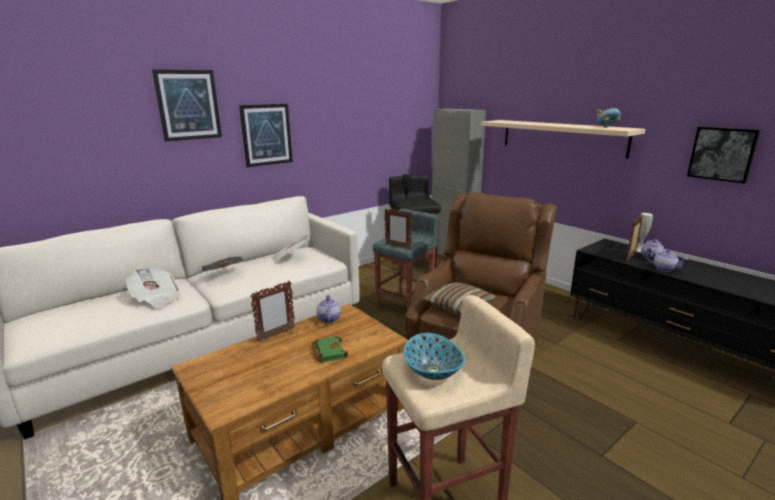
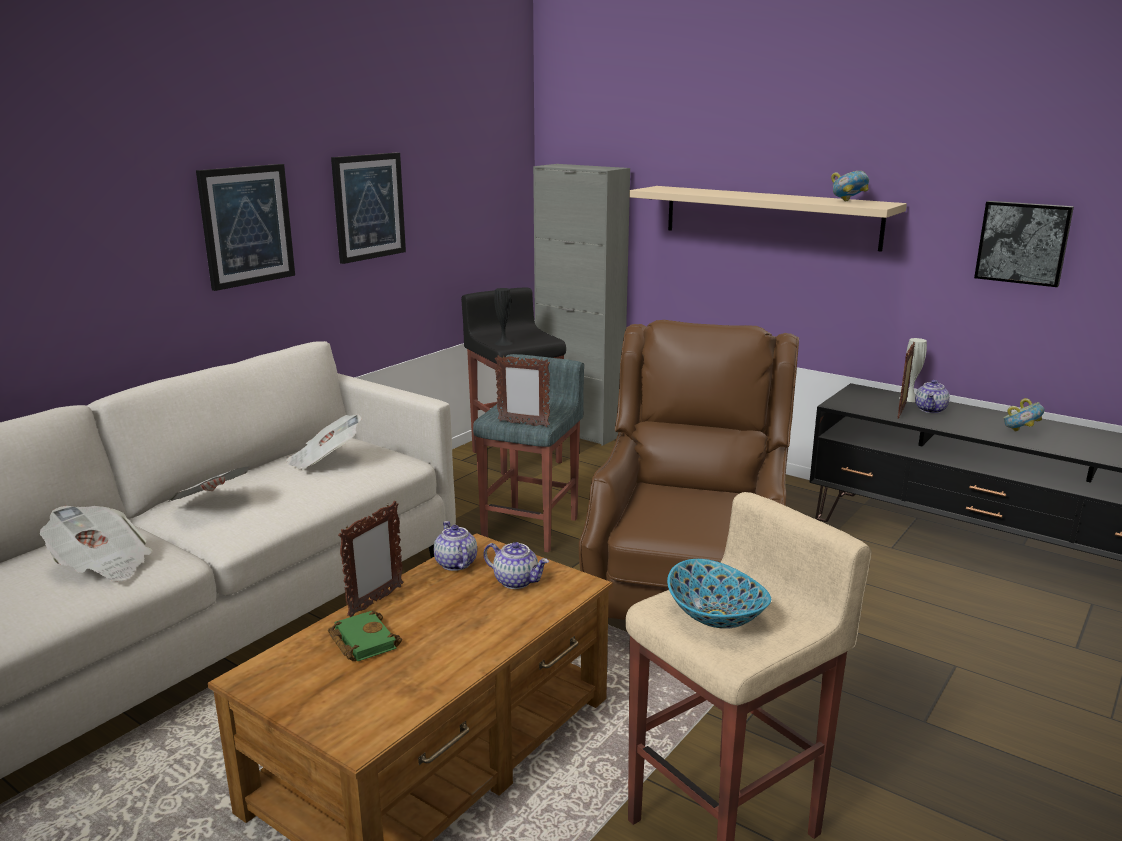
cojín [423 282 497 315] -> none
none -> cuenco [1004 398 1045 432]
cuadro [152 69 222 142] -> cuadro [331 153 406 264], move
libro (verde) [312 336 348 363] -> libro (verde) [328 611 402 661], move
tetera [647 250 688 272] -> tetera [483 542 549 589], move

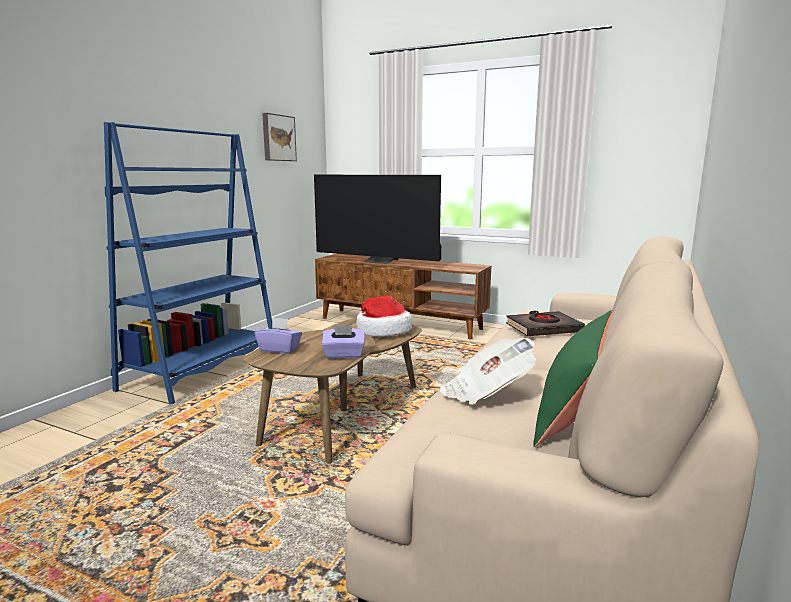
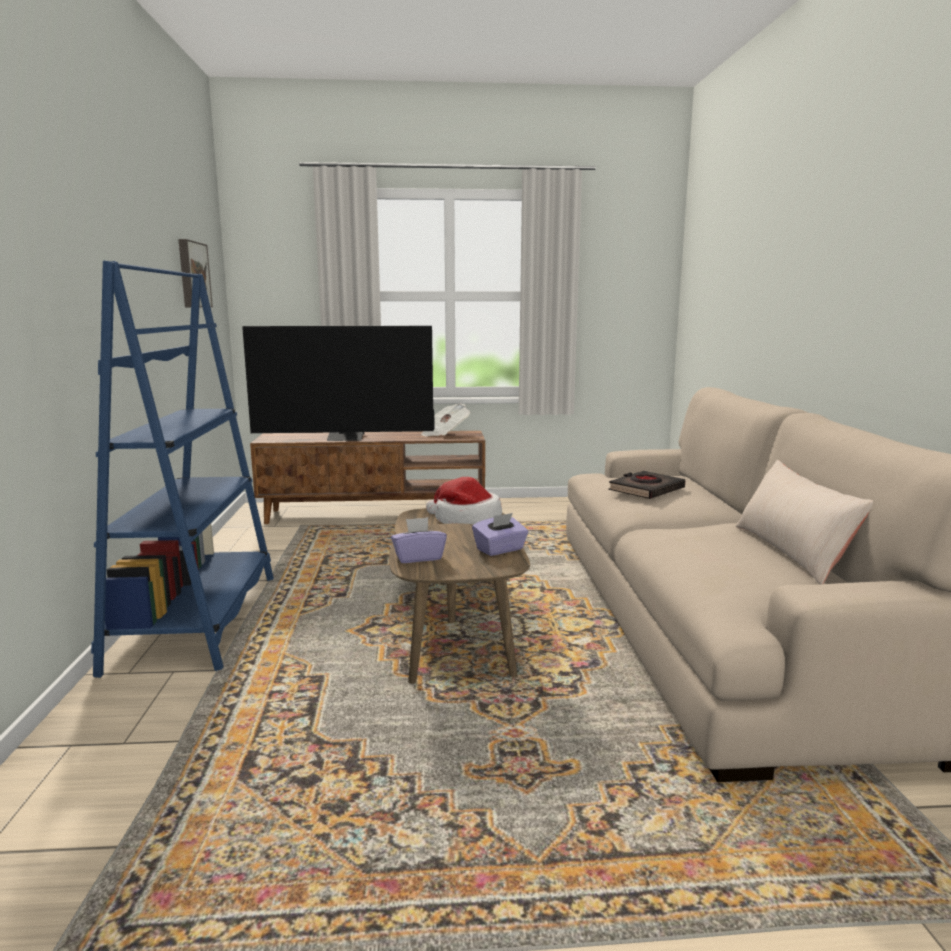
periódico [440 338 536 405] -> periódico [421 404 470 436], move
cojín (verde) [533 310 613 447] -> cojín (beis) [736 460 873 584]

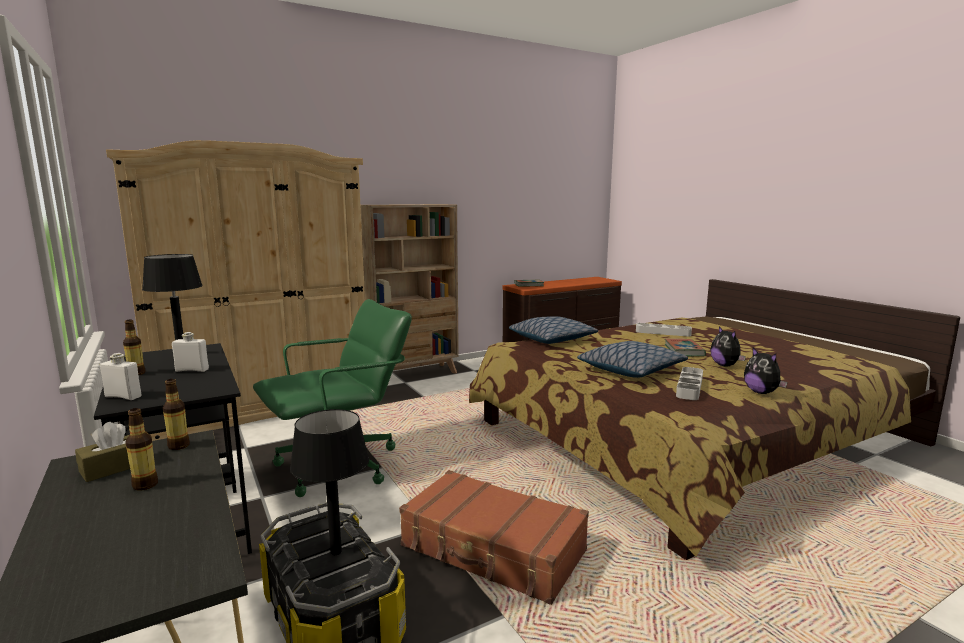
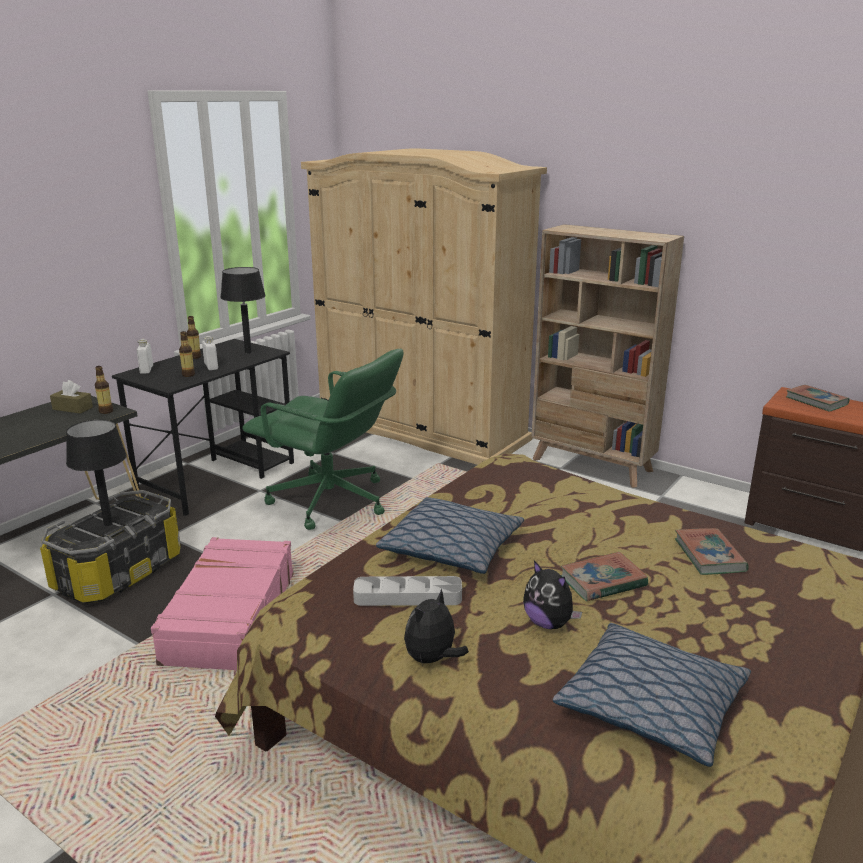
botella [126 408 158 490] -> botella [179 331 195 377], move
cojín [509 316 598 344] -> cojín [553 623 751 767], move
bandeja (gris) [636 323 692 337] -> libro [675 528 749 575]
maleta (marrón) [399 470 589 605] -> maleta (rosa) [151 537 294 670]
peluche [710 326 746 367] -> peluche [523 561 582 629], 90 degrees counterclockwise

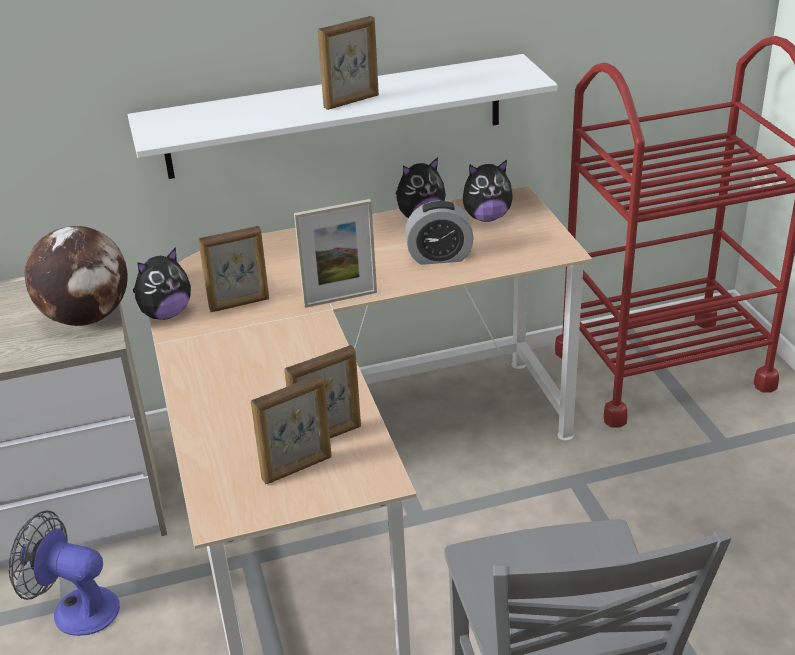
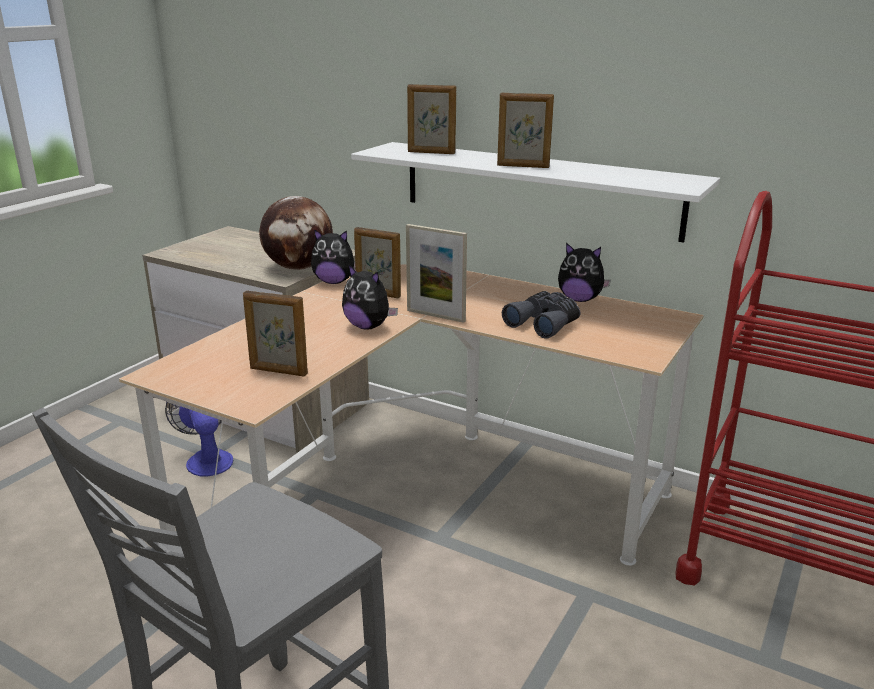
portarretratos [251 374 332 484] -> portarretratos [407 84 456 154], move
peluche [463 160 513 222] -> peluche [342 265 398 330], move
despertador [405 201 474 265] -> prismáticos (gris) [502 291 581 339]

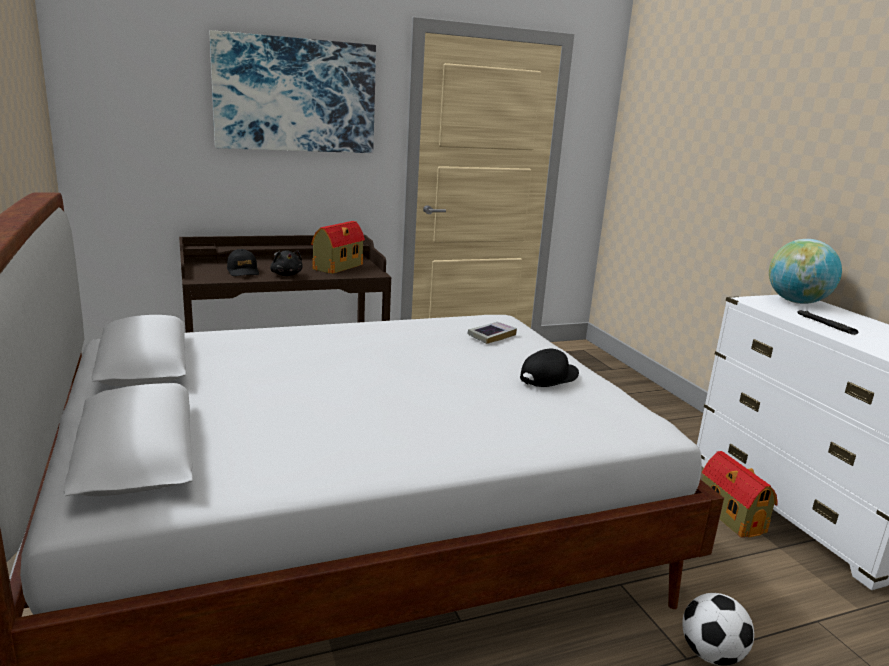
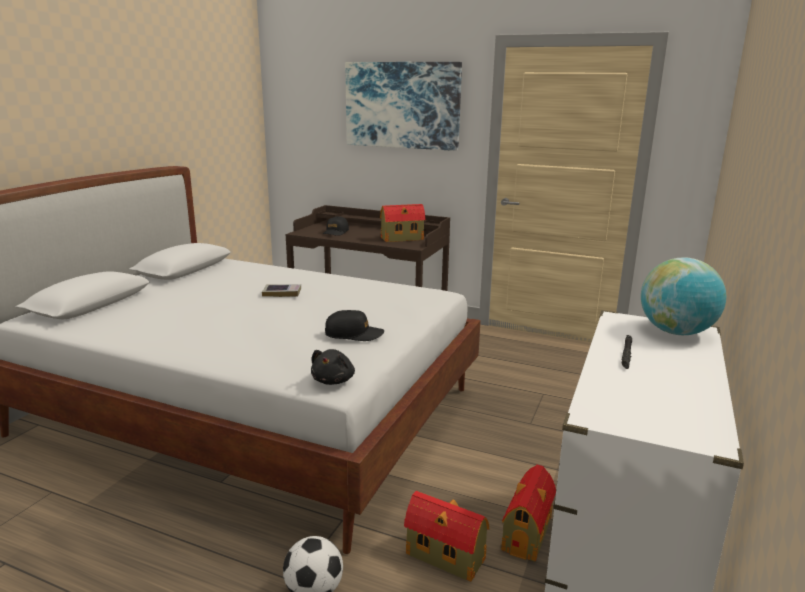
none -> casita [404 491 490 582]
peluche (negro) [270 250 303 276] -> peluche (negro) [311 349 355 385], move
libro [467 322 517 344] -> libro [262 284 301 297], move

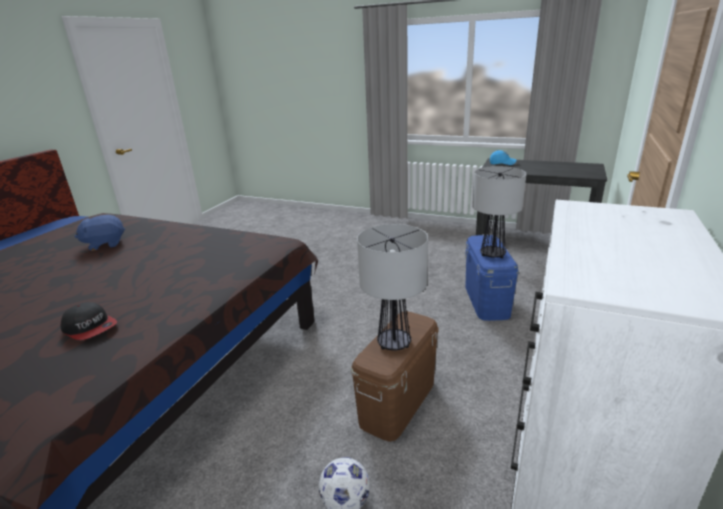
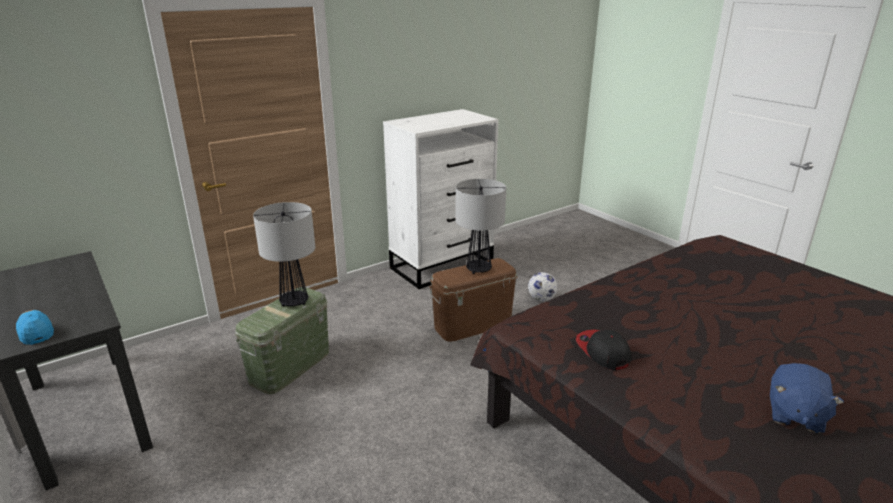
gorra [61 302 117 340] -> gorra [576 330 632 370], move
caja de almacenaje (azul) [465 235 519 321] -> caja de almacenaje (verde) [235 287 329 394]
peluche (azul) [75 215 125 251] -> peluche (azul) [770 363 844 433], 105 degrees clockwise

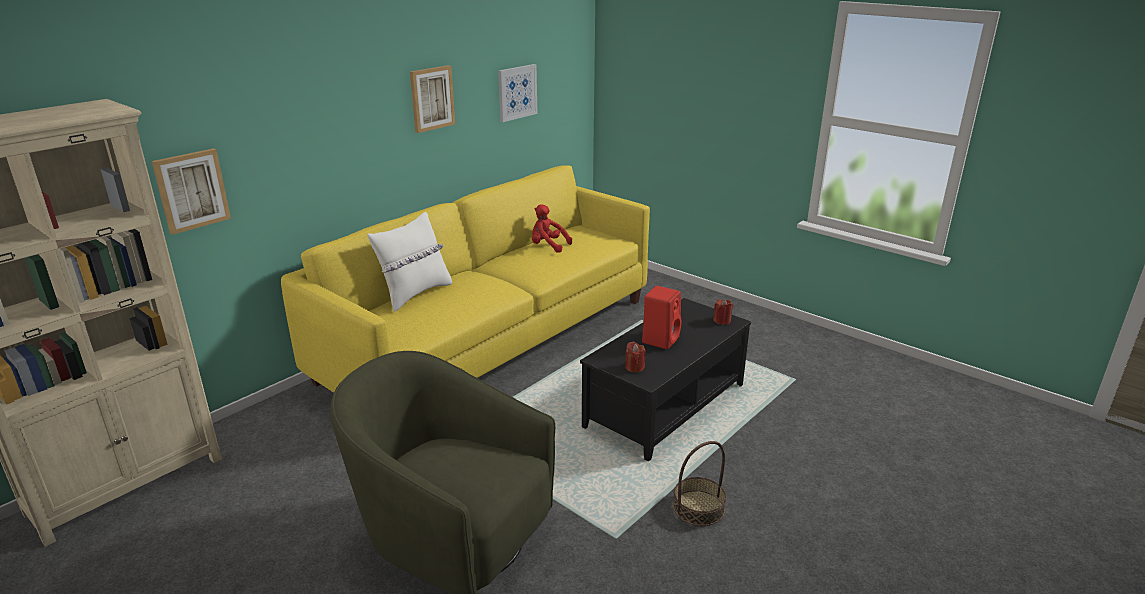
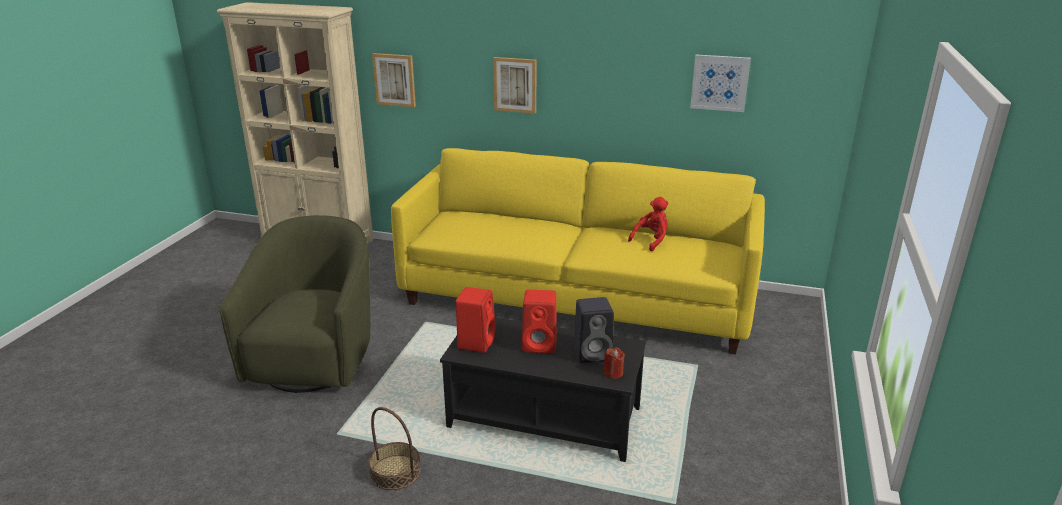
cojín (blanco) [368 212 452 312] -> none
none -> altavoz (negro) [574 297 614 363]
cuadro [410 65 455 133] -> cuadro [493 57 536 114], move
vela (rojo) [625 342 646 373] -> altavoz (rojo) [455 287 496 353]
peluche (rojo) [532 204 572 253] -> peluche (rojo) [628 197 668 251], 45 degrees clockwise

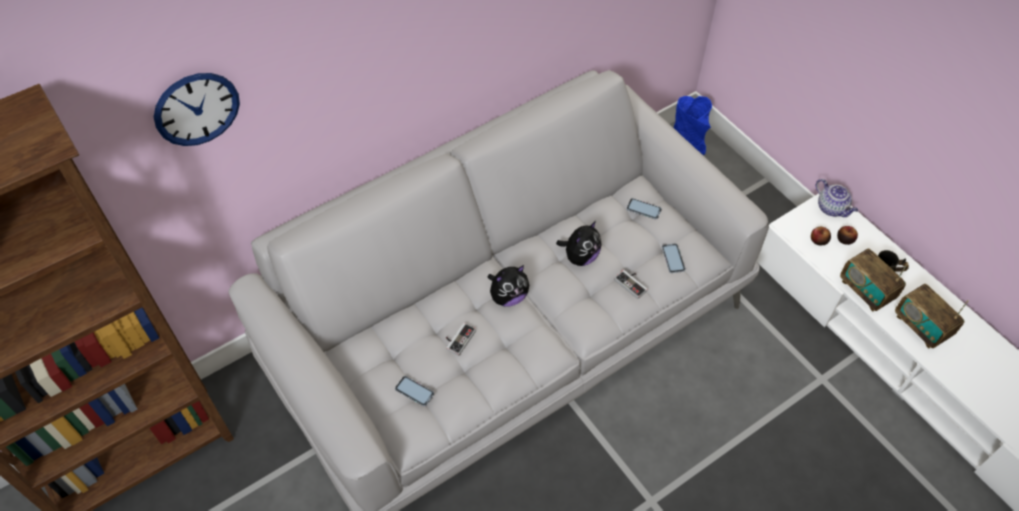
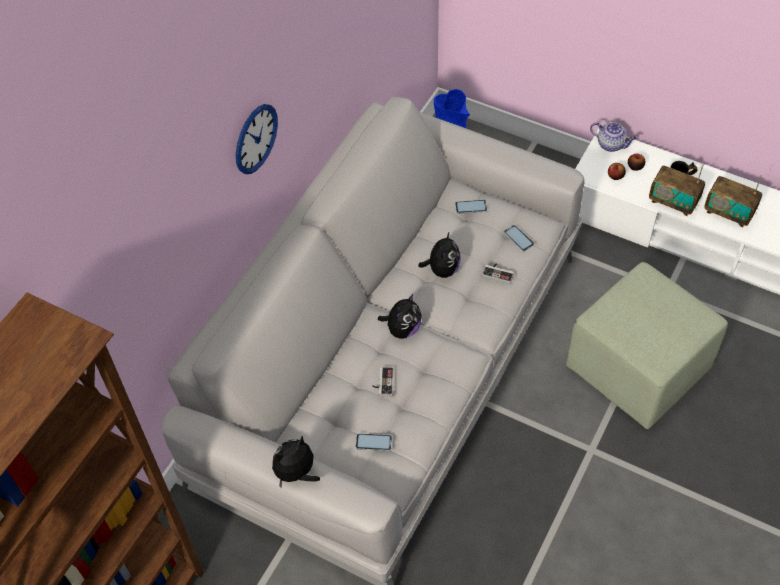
none -> peluche [272 436 320 489]
none -> puf (verde) [566 262 728 429]
reloj de pared [154 73 240 146] -> reloj de pared [236 104 278 174], move

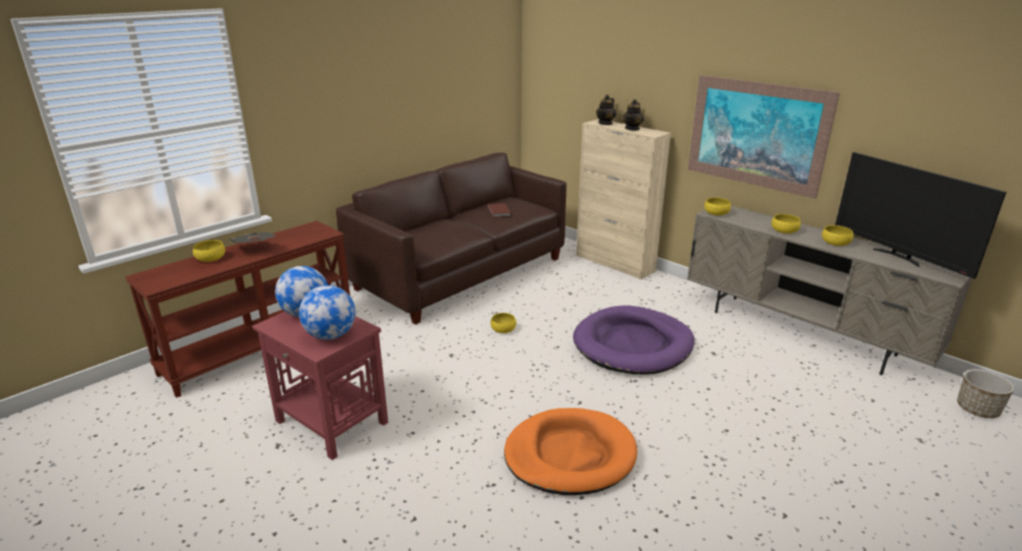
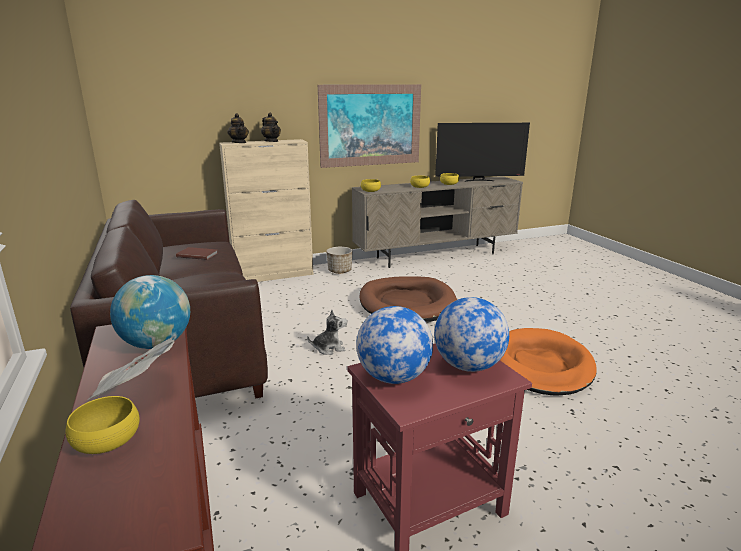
none -> globo terráqueo [110 275 190 349]
maceta [957 369 1014 418] -> maceta [326 247 353 274], move
cuenco (amarillo) [491 313 516 333] -> peluche [307 310 347 355]
cama para perro (morado) [573 305 695 374] -> cama para perro (marrón) [360 276 457 322]

